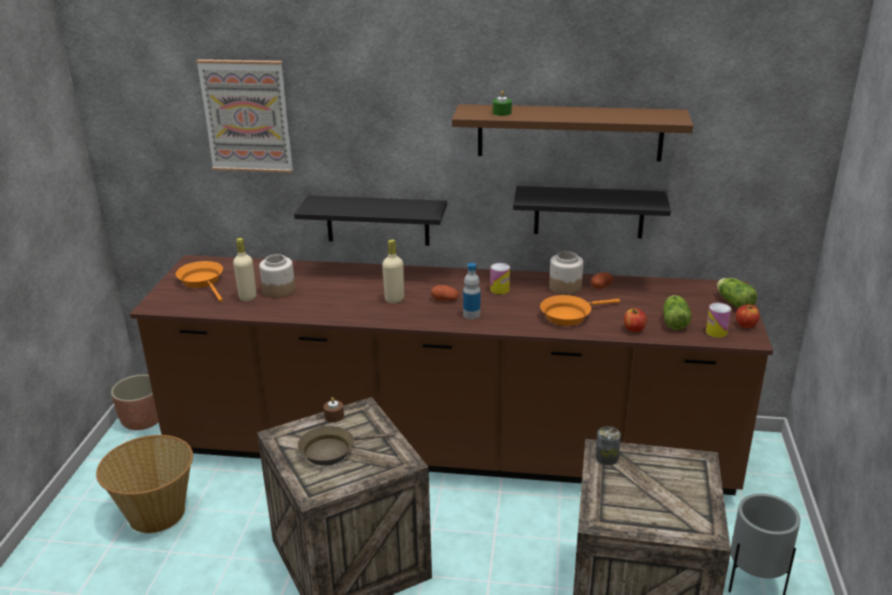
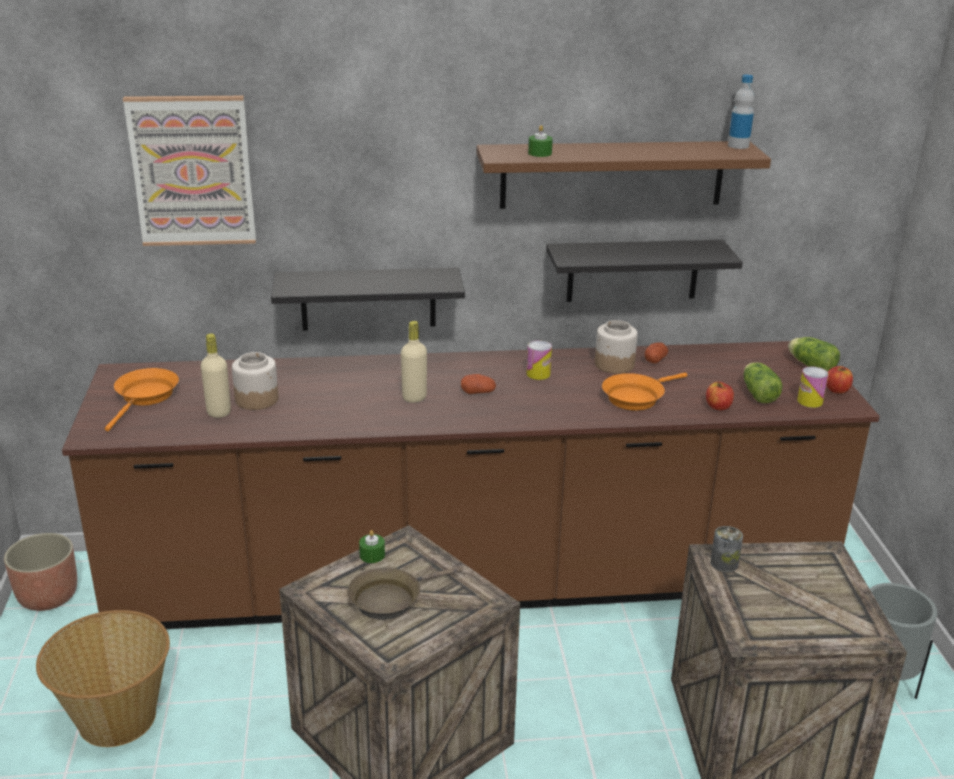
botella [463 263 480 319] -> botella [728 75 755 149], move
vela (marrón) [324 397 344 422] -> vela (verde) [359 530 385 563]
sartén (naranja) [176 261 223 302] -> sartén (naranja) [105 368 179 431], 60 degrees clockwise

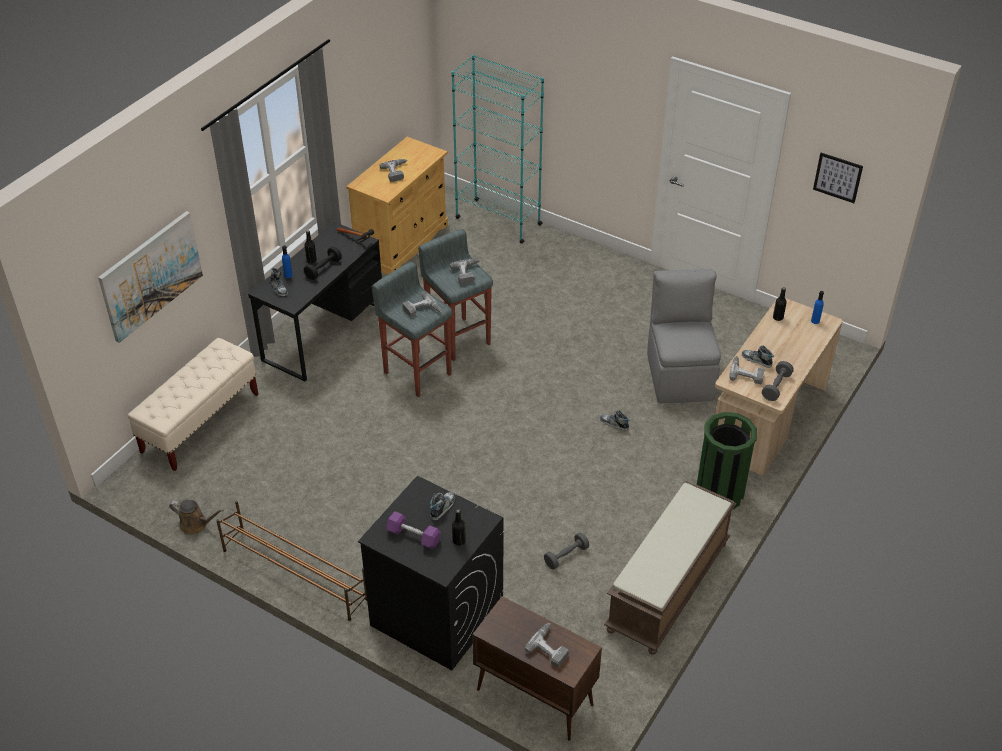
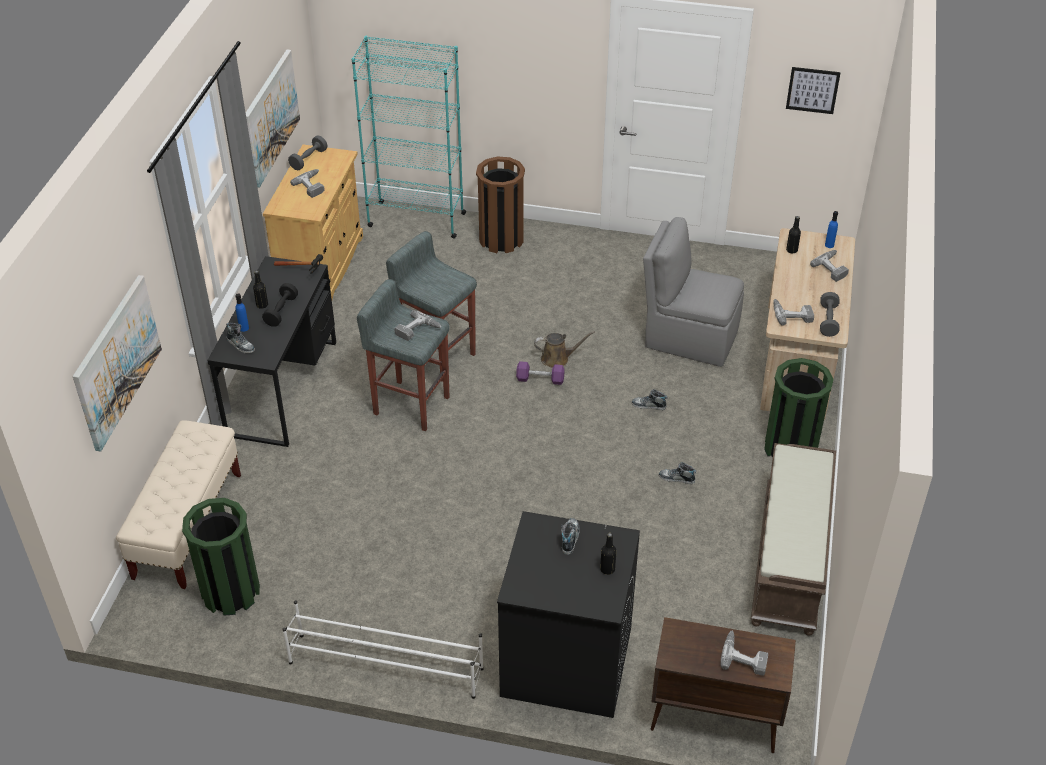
none -> papelera (verde) [182 498 260 616]
none -> cuadro [246 50 300 188]
none -> papelera (marrón) [476 156 525 253]
regadera (marrón) [169 500 224 535] -> regadera (marrón) [534 331 595 368], move
mancuerna (morado) [386 511 441 549] -> mancuerna (morado) [516 361 565 385], move
taladro [450 259 480 285] -> taladro [810 250 849 282], move
mancuerna (gris) [544 532 589 570] -> mancuerna (gris) [288 135 327 170], move
zapato [742 346 774 368] -> zapato [659 462 696 484], move
zapatero (marrón) [216 501 367 621] -> zapatero (blanco) [282 600 484 699]
silla (gris) [647 269 721 403] -> silla (gris) [643 217 744 367], 45 degrees counterclockwise

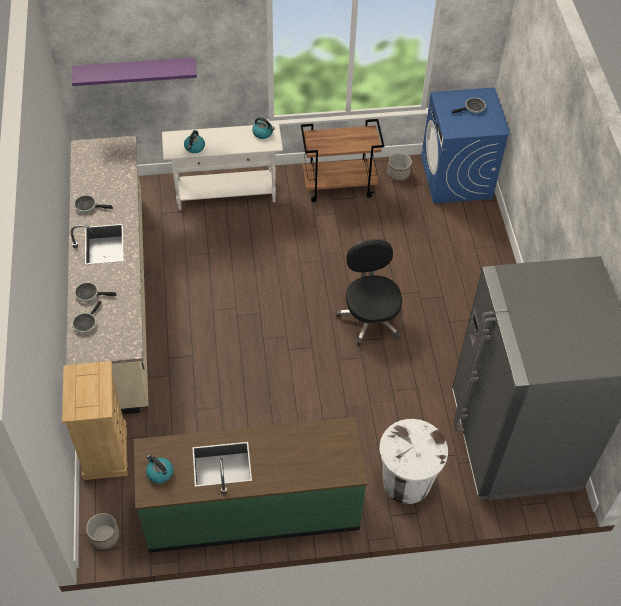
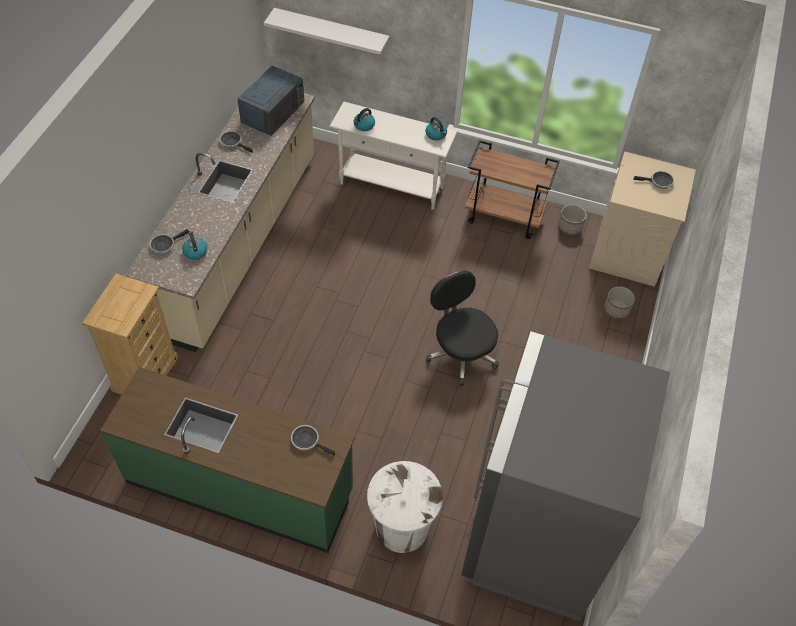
none -> microondas (azul) [238 66 304 136]
sartén [74 282 116 302] -> sartén [291 425 335 456], move
maceta [86 513 120 550] -> maceta [604 286 635 319], move
hervidor [146 454 173 483] -> hervidor [182 231 207 260], move
estante (morado) [72 57 197 86] -> estante (blanco) [264 8 390 55]
lavadora (azul) [421 87 510 204] -> lavadora (beis) [589 152 696 287]
silla de oficina (negro) [336 239 402 345] -> silla de oficina (negro) [426 270 499 386], 45 degrees counterclockwise

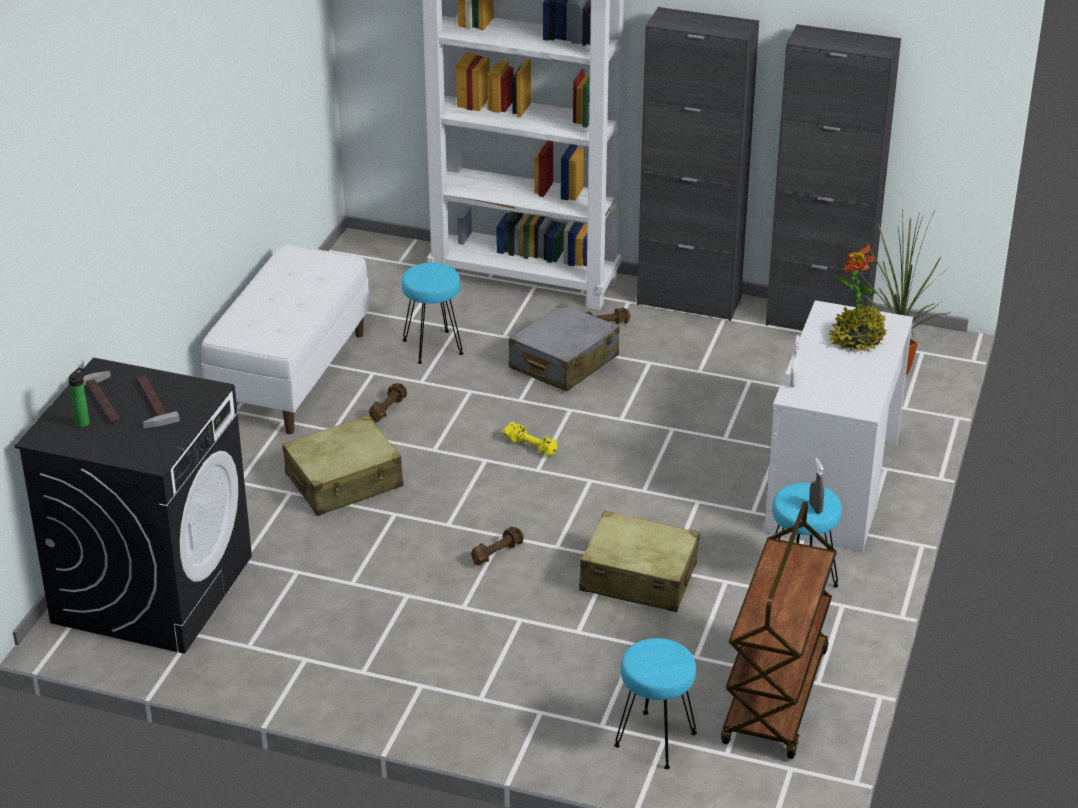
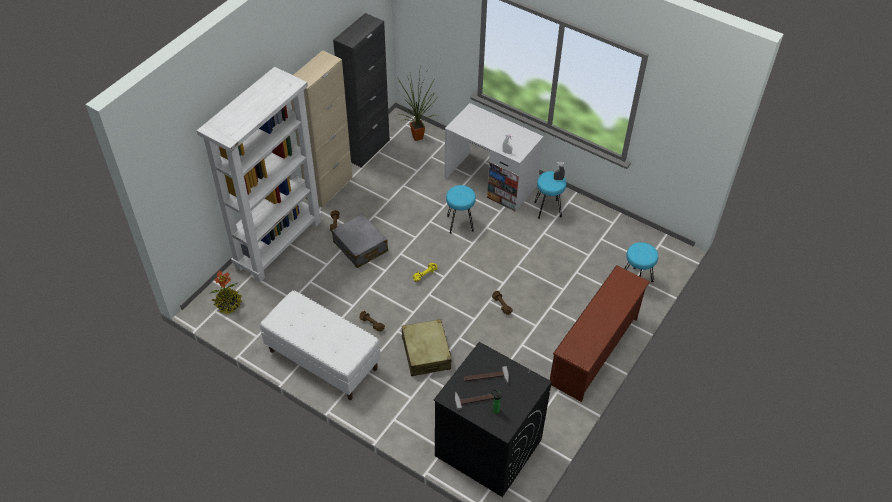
maleta (beis) [579 510 700 612] -> none
carrito (marrón) [721 501 837 759] -> none
none -> zapatero (marrón) [550 265 650 402]
taburete (turquesa) [401 263 464 364] -> taburete (turquesa) [446 185 476 234], move
planta en maceta [828 245 887 351] -> planta en maceta [210 271 242 315], move
armario (negro) [637 7 759 321] -> armario (beis) [291 50 352 208]

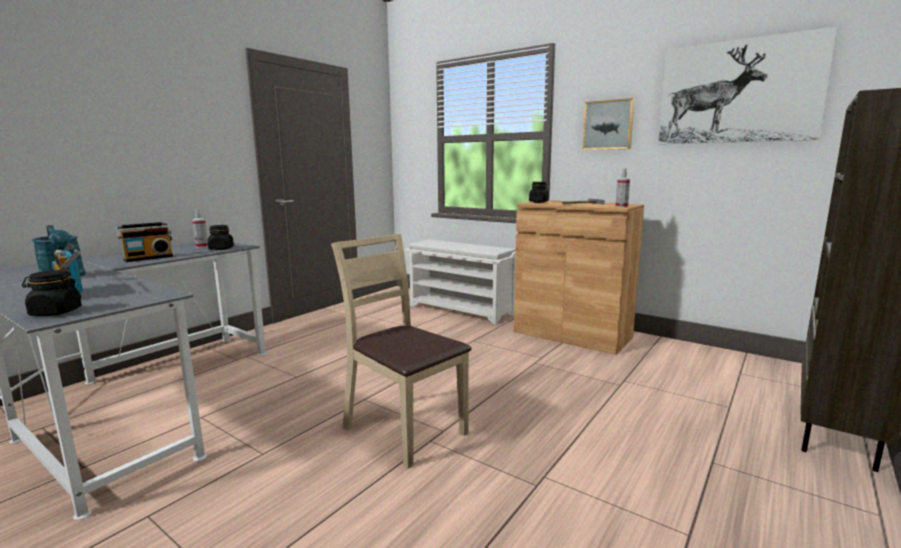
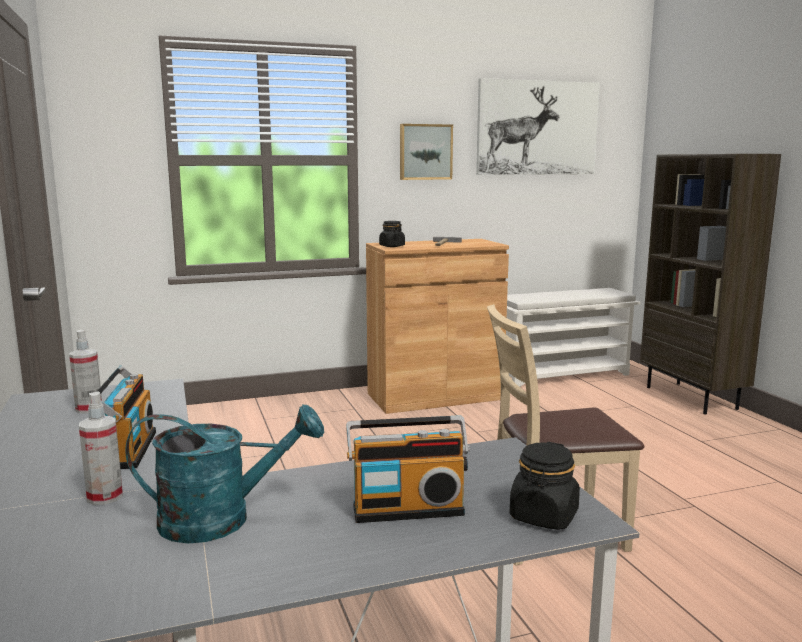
tarro (negro) [208 225 234 250] -> none
zapatero (blanco) [405 240 516 325] -> zapatero (blanco) [506 288 640 387], move
pulverizador [616 168 630 208] -> pulverizador [79 392 123 505], move

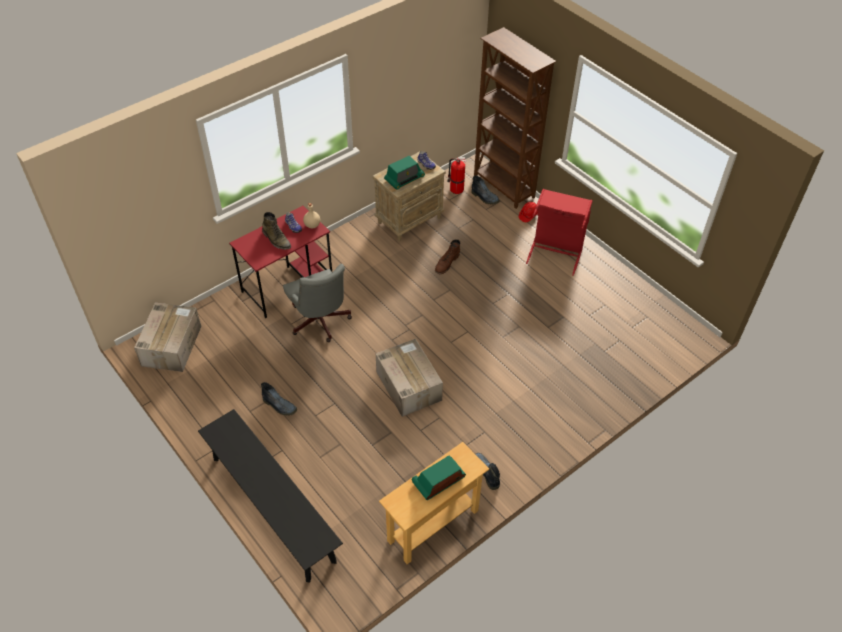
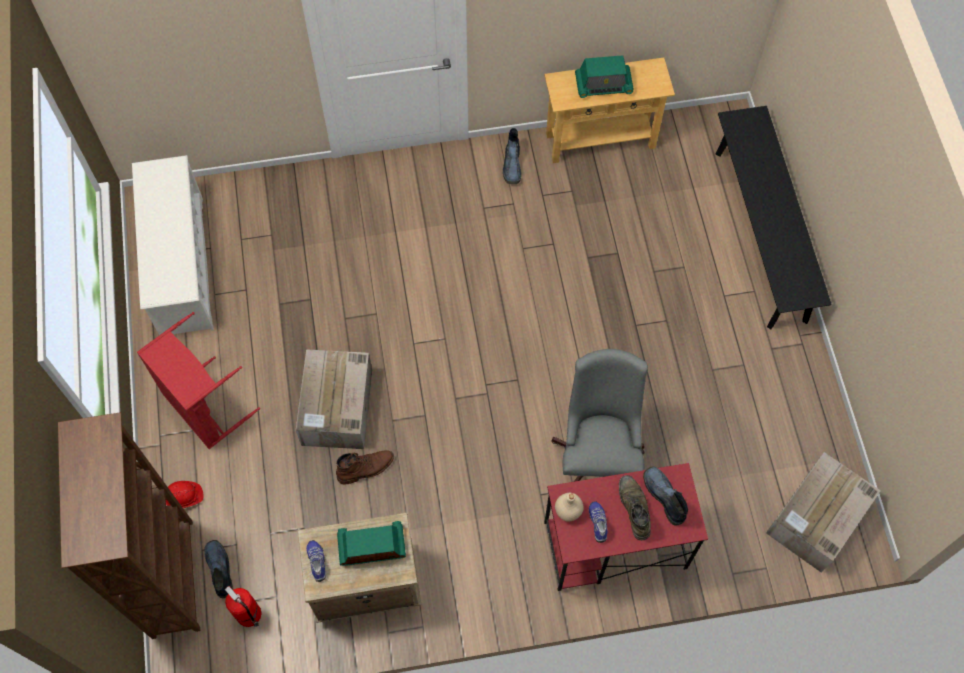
none -> zapatero (blanco) [132 155 214 335]
bota [261 382 297 416] -> bota [643 466 688 526], move
caja de cartón [376 339 443 417] -> caja de cartón [296 349 372 449], move

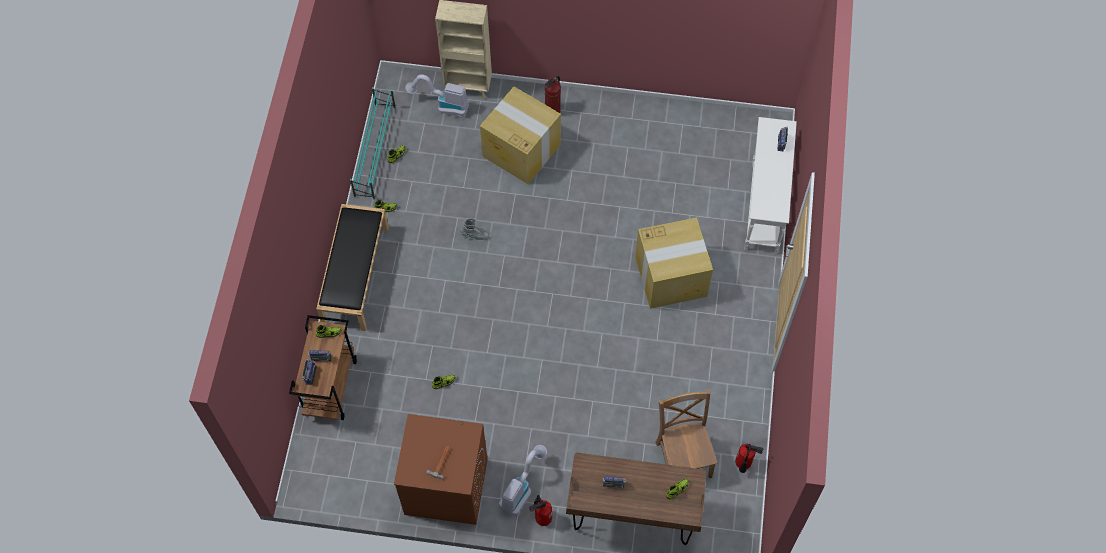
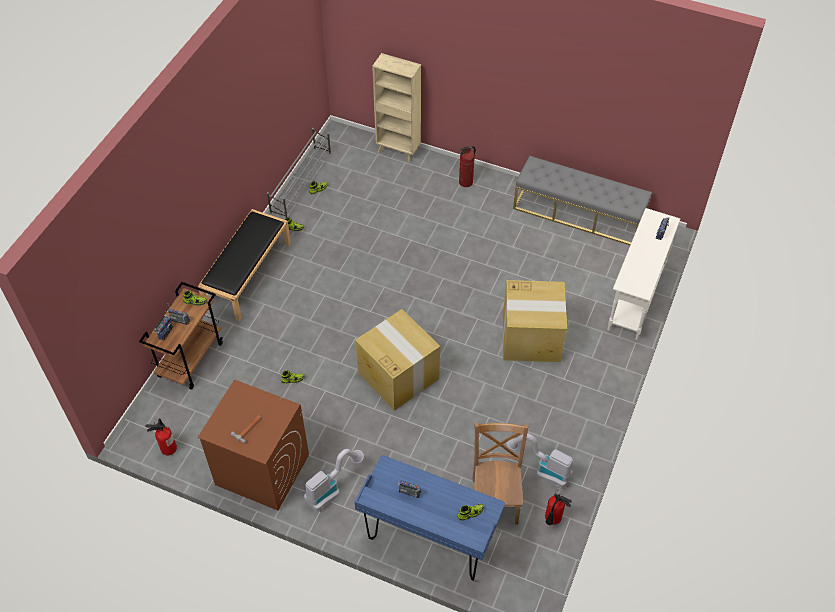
bota (gris) [460 218 489 240] -> none
none -> banco (gris) [513 156 652 245]
aspiradora [405 74 469 119] -> aspiradora [506 433 573 489], move
caja de cartón [480 87 561 184] -> caja de cartón [355 309 440 411], move
extintor [529 495 552 526] -> extintor [145 418 177 455], move
zapatero (turquesa) [350 87 396 200] -> zapatero (gris) [267 128 331 218]
escritorio (marrón) [566 453 706 545] -> escritorio (azul) [355 455 505 581]

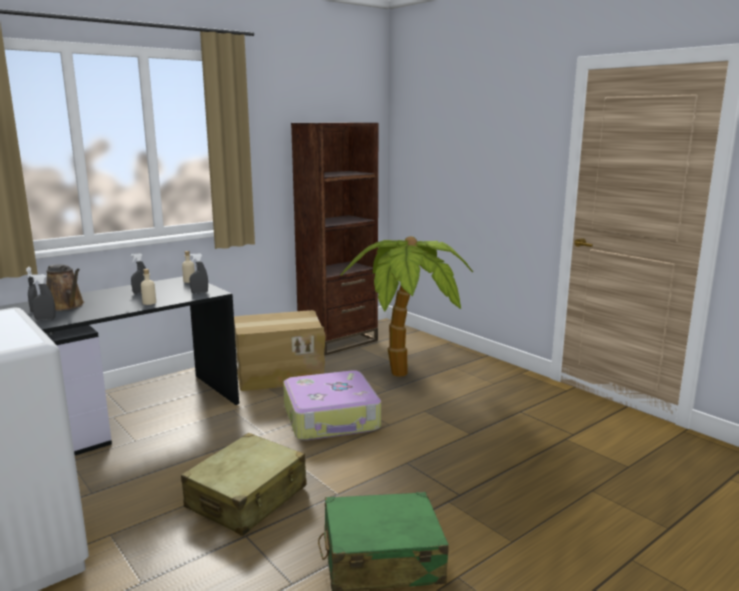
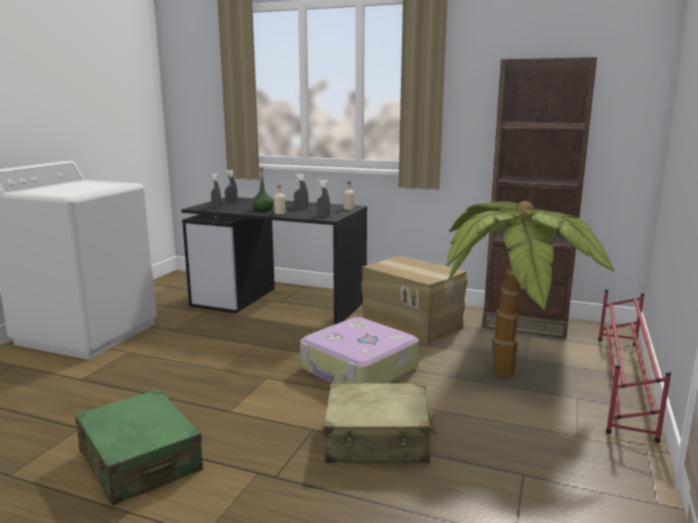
regadera (marrón) [46 264 84 311] -> none
none -> botella (verde) [252 168 274 211]
none -> zapatero (rojo) [598 289 671 443]
maleta (beis) [181 433 306 536] -> maleta (beis) [323 383 437 463], move

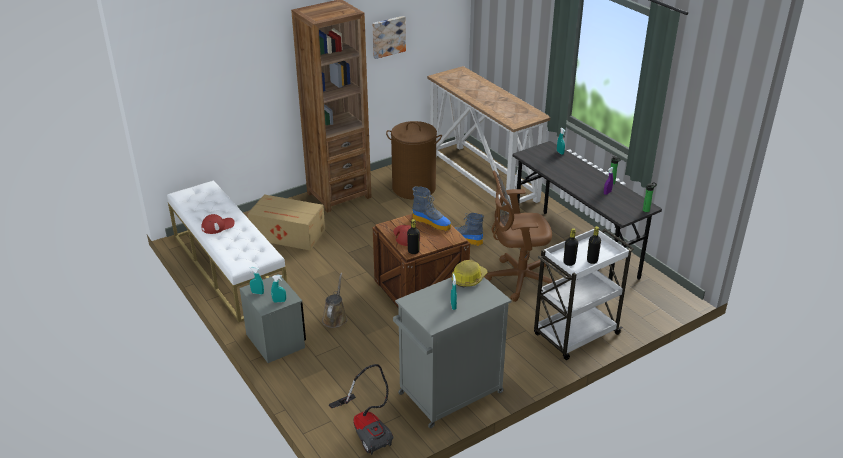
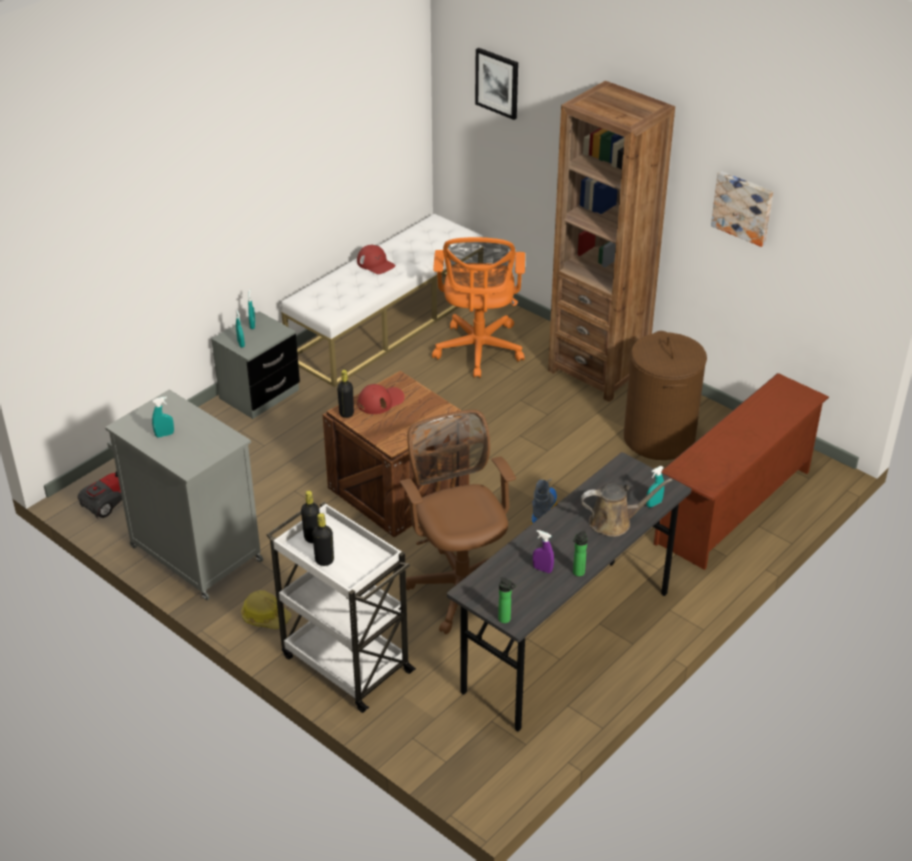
bota [412 186 451 231] -> none
none -> cuadro [475 48 518 120]
regadera (marrón) [322 273 347 328] -> regadera (marrón) [581 479 672 537], move
casco [452 260 487 287] -> casco [241 590 291 629], move
caja de cartón [247 194 325 250] -> silla de oficina (naranja) [432 237 525 378]
mesa consola [427 66 550 207] -> zapatero (marrón) [654 373 829 570]

